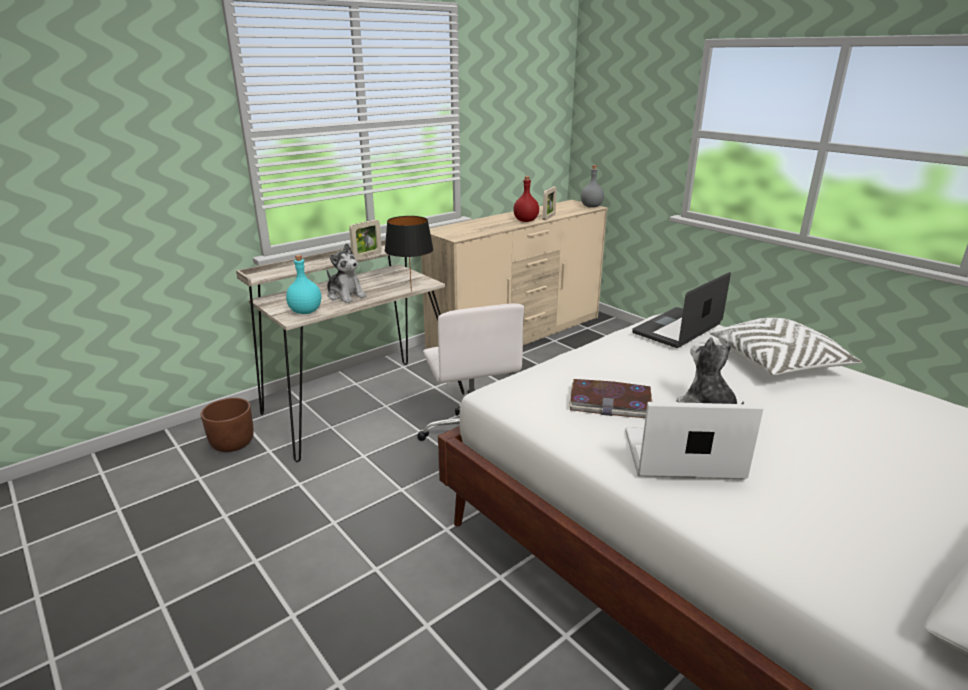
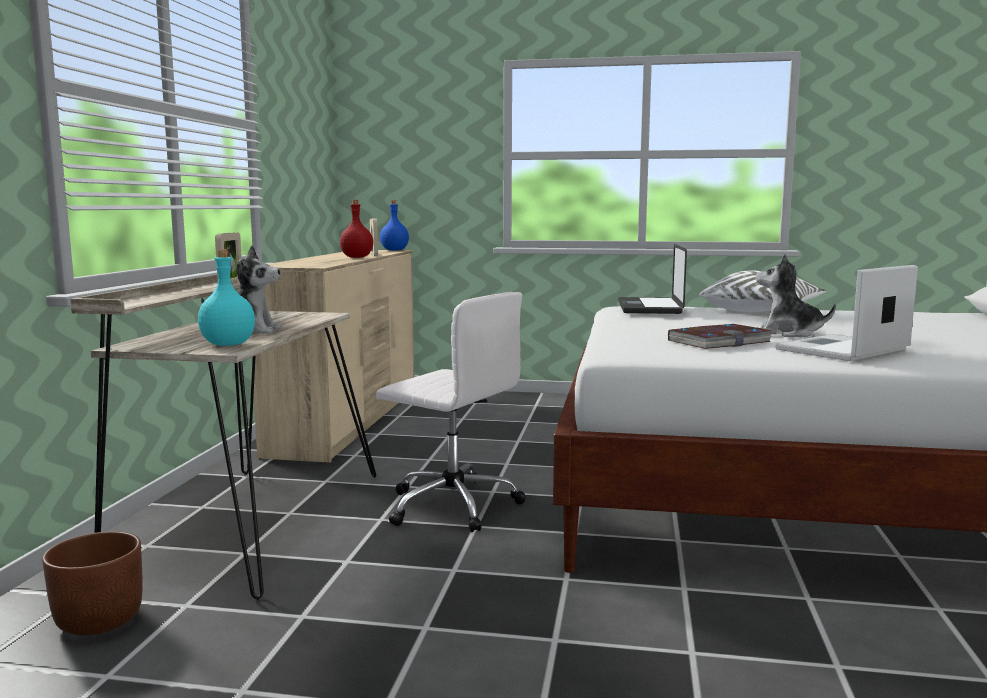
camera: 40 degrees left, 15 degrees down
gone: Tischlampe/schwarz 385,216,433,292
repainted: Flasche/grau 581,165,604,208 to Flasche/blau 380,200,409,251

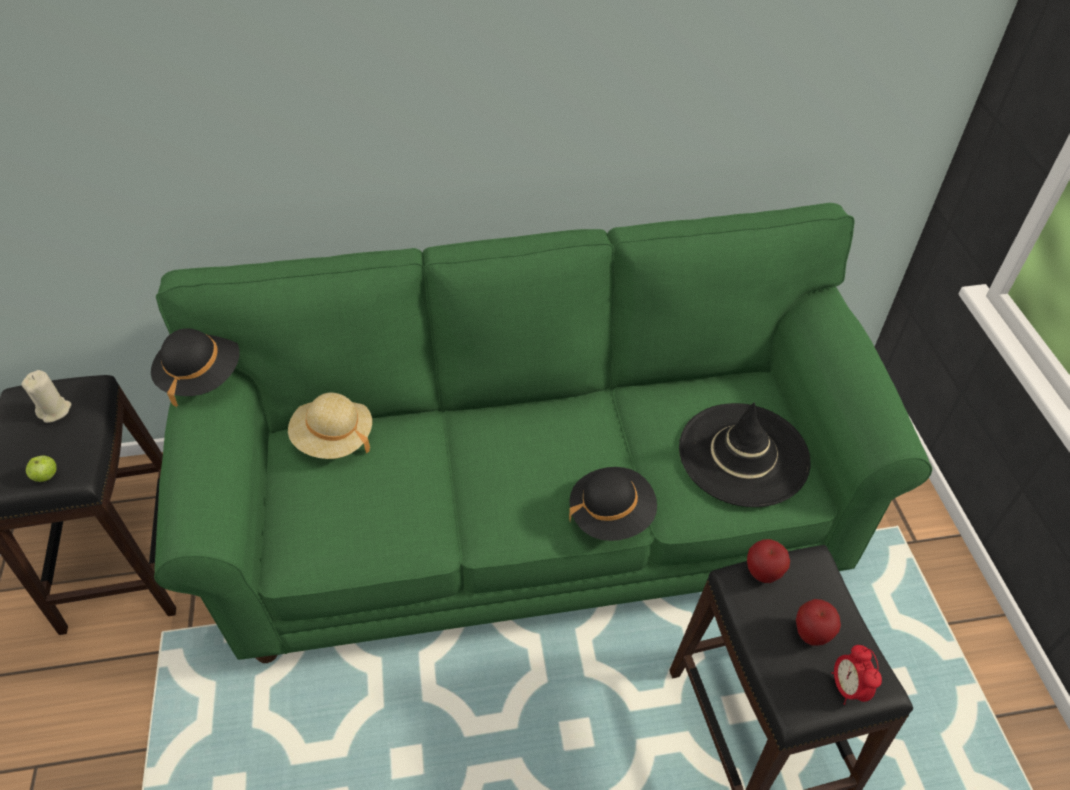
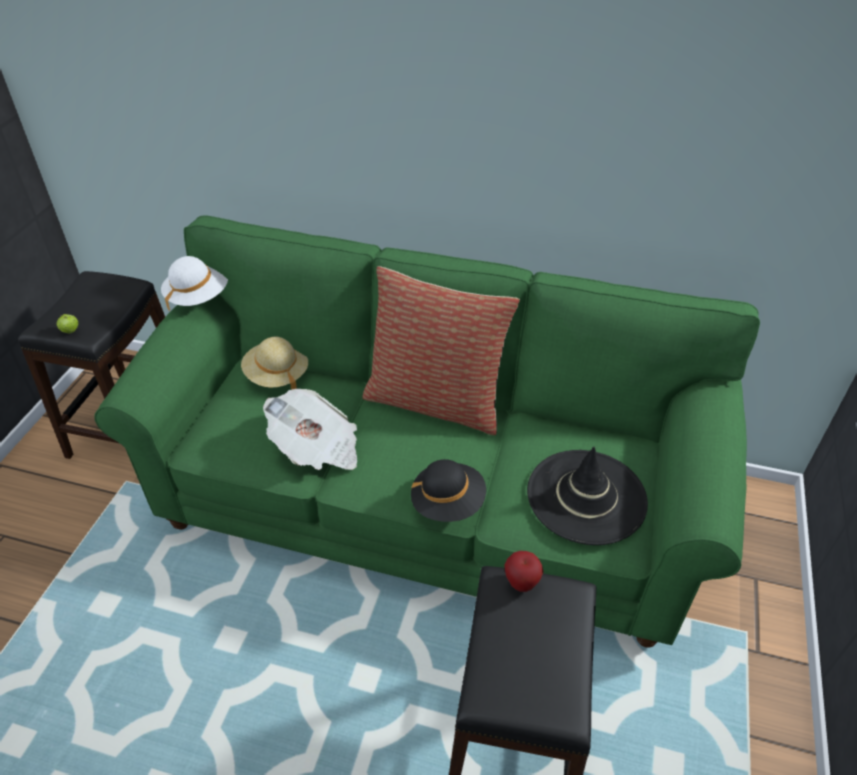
camera: 25 degrees right, 5 degrees down
gone: Kerze/beige 21,370,71,423; Apfel 796,599,841,646; Wecker 831,645,882,705
new: Kissen 363,266,520,435; Zeitung 263,389,357,470
repainted: Hut/schwarz 151,328,240,407 to Hut/weiß 161,256,228,312

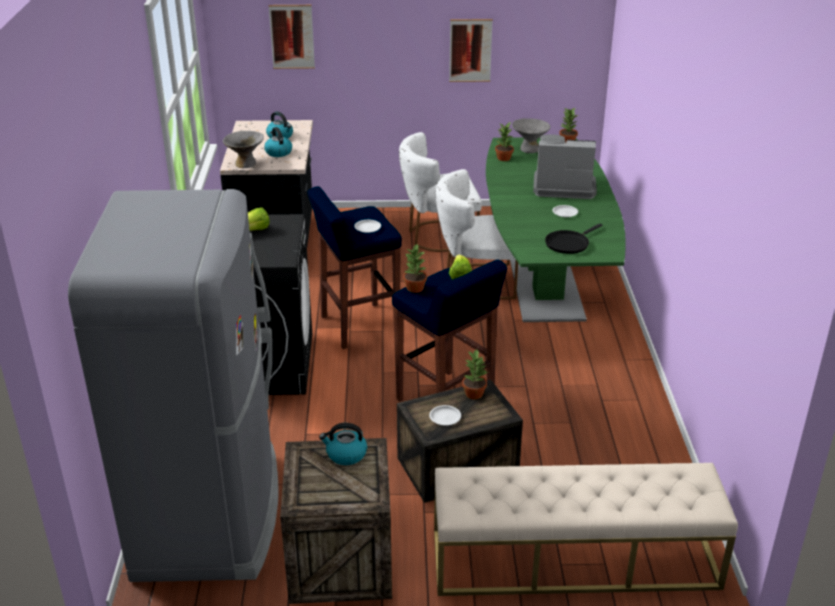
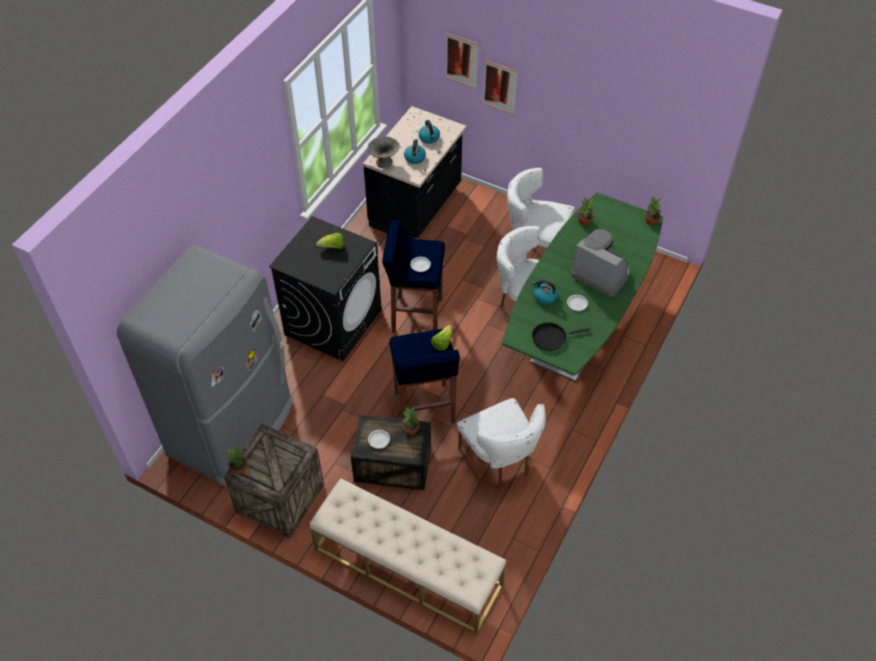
camera: 30 degrees right, 20 degrees up
gone: Schüssel/grau 512,118,551,153
new: Stuhl/weiß 457,398,546,489
shifted: Bild 449,19,493,82 to 483,60,518,115; Topfpflanze 403,244,427,293 to 227,446,248,475; Wasserkessel 319,423,367,465 to 532,280,558,304

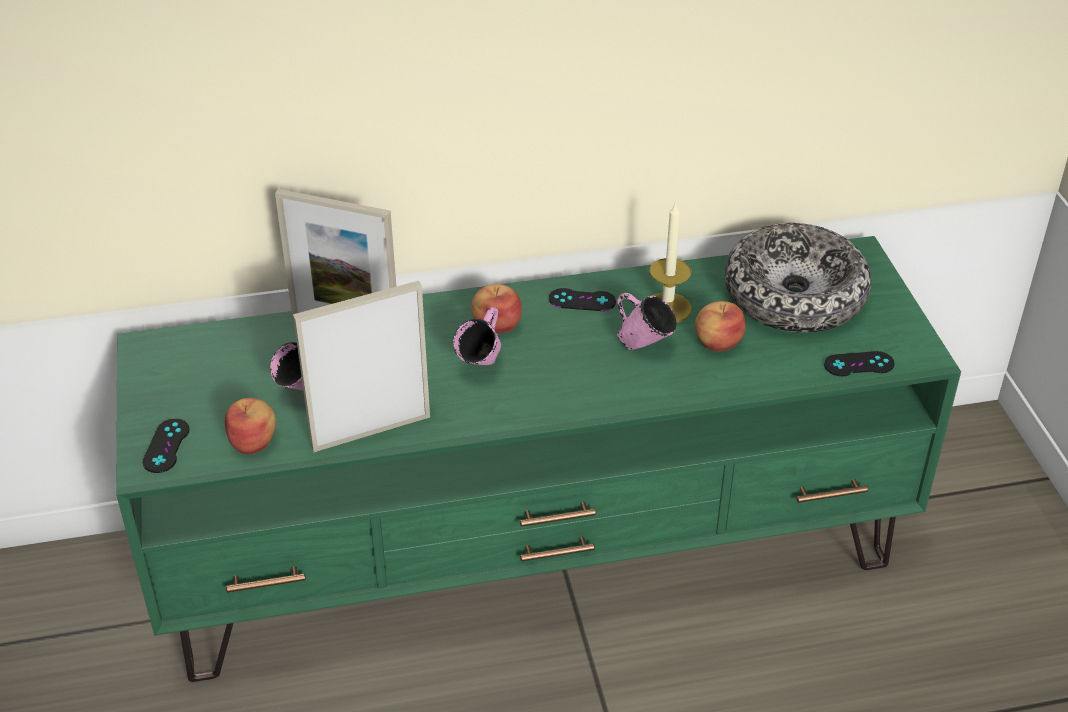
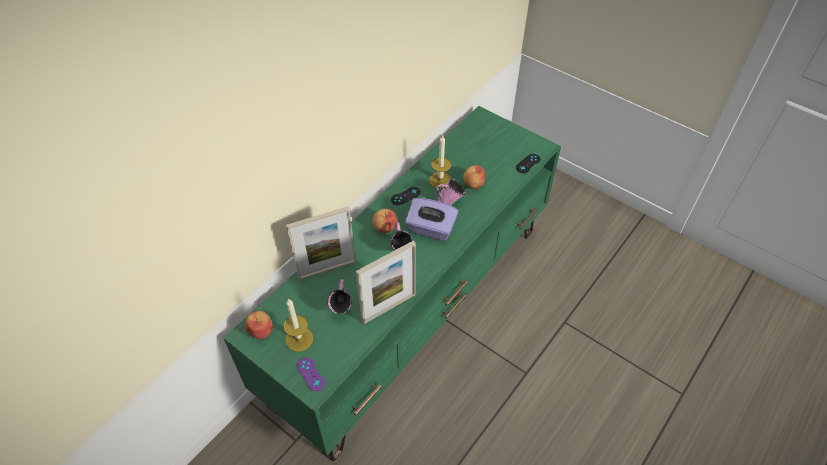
camera: 40 degrees left, 10 degrees up
gone: Schüssel 724,223,871,333
new: Taschentuchbox/lila 405,198,458,241; Kerze 283,298,313,352
shifted: Apfel 225,398,276,455 to 245,311,273,339
repainted: Gamepad/schwarz 142,419,190,473 to Gamepad/lila 297,357,325,391
rotated: Bilderrahmen 293,281,430,452 = 356,240,416,324 150 degrees counterclockwise

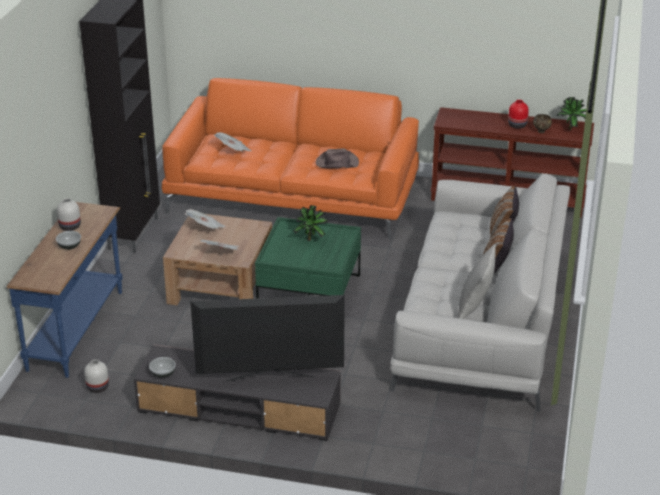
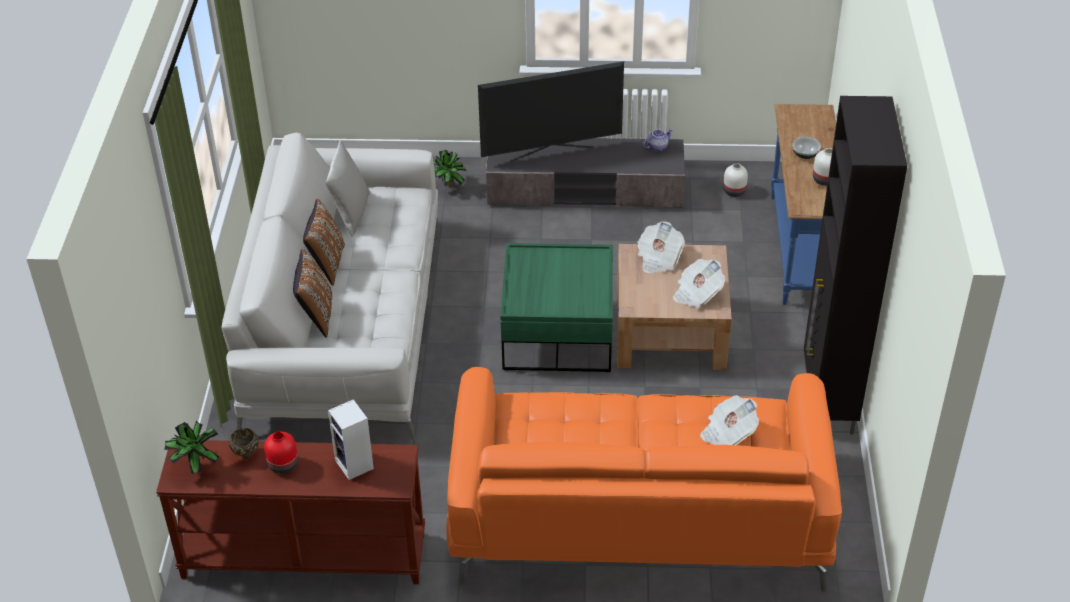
camera: 170 degrees right, 10 degrees up
gone: Hut/braun 316,148,359,169
new: Lautsprecher 328,399,374,480
shifted: Topfpflanze 293,205,328,241 to 434,150,466,188
swapped: Schüssel 149,357,176,378 to Teekanne 643,128,673,151

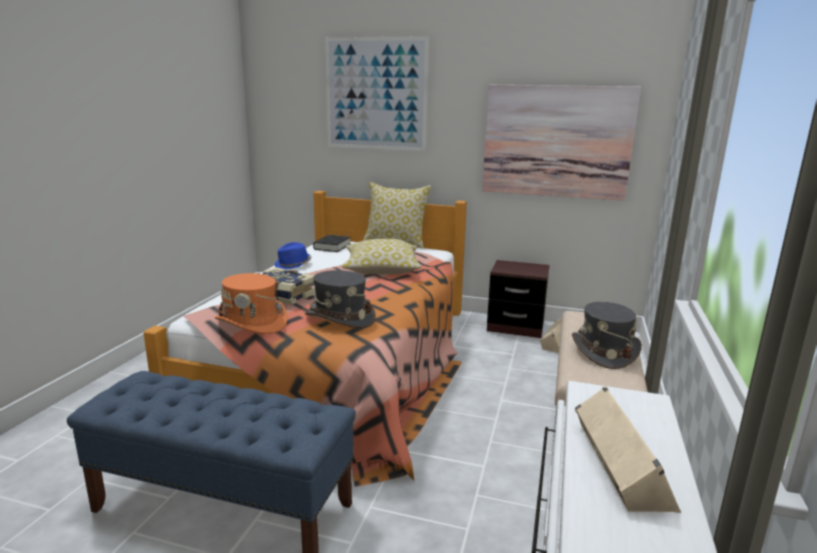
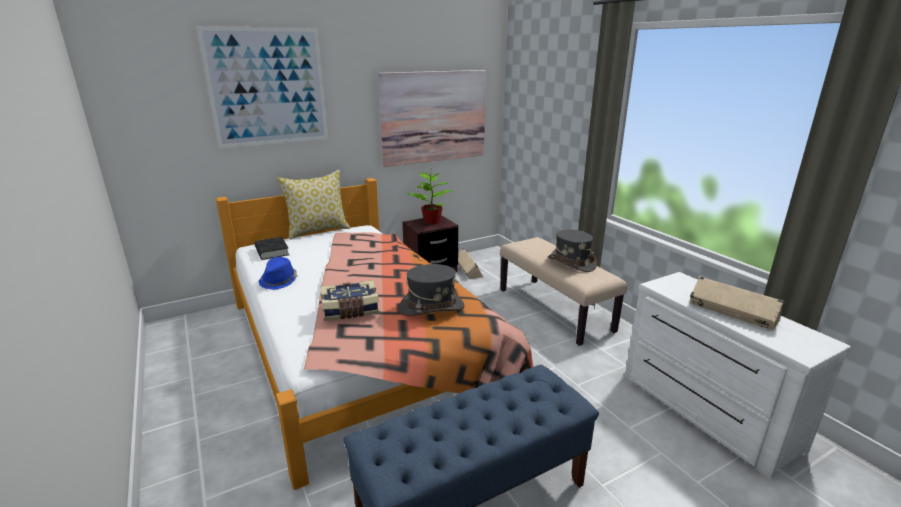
camera: 45 degrees left, 5 degrees up
gone: Kissen 342,239,421,274; Hut/orange 215,273,288,334
new: Topfpflanze 408,172,453,225

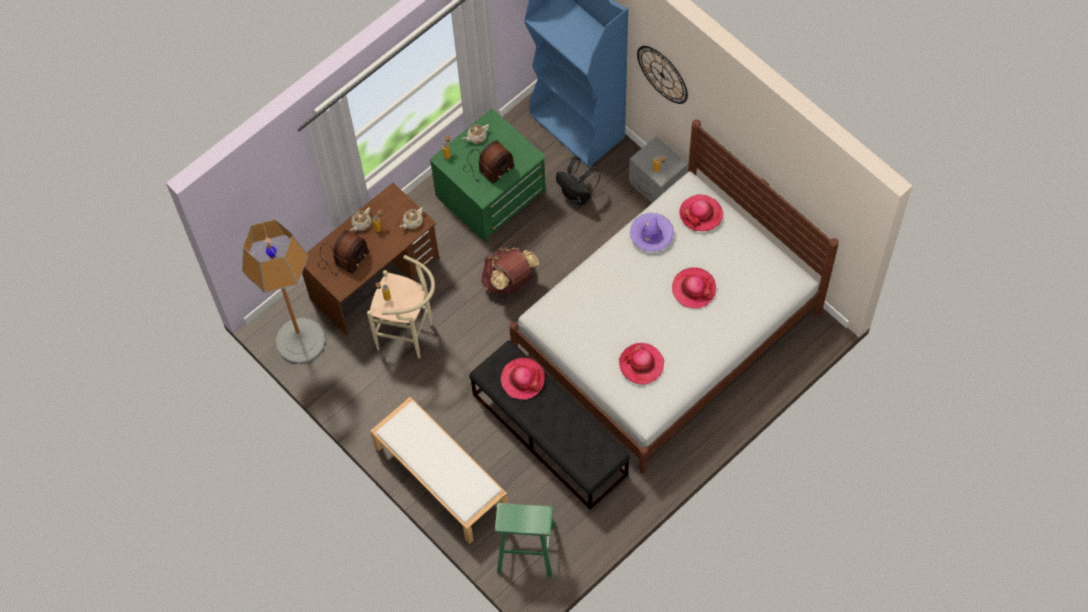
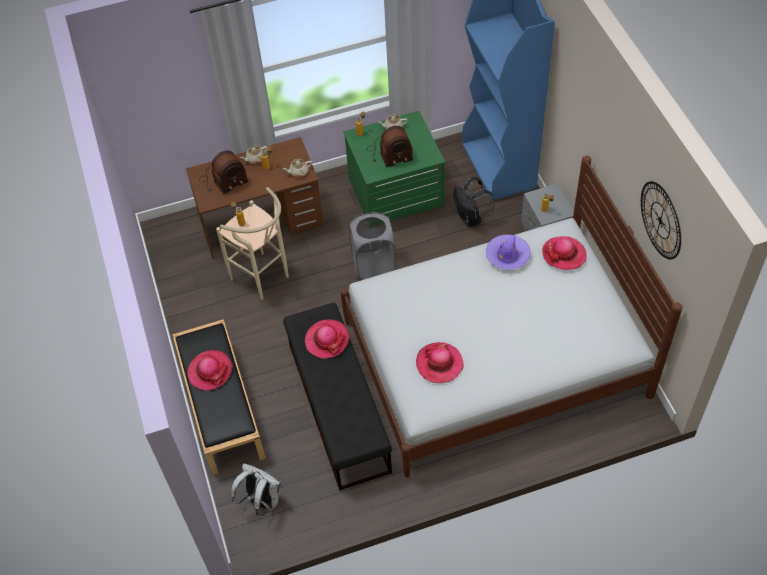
camera: 25 degrees right, 10 degrees down
gone: Stehlampe 242,219,325,364
shifted: Wanduhr 637,46,688,104 to 641,181,681,260; Hut 672,267,716,308 to 188,350,233,391
swapped: Rucksack/braun 481,247,539,294 to Wäschekorb/grau 349,212,396,280; Hocker/grün 495,503,556,577 to Rucksack/weiß 231,463,283,516
repainted: Bank/weiß 370,397,508,544 to Bank/schwarz 172,319,266,475

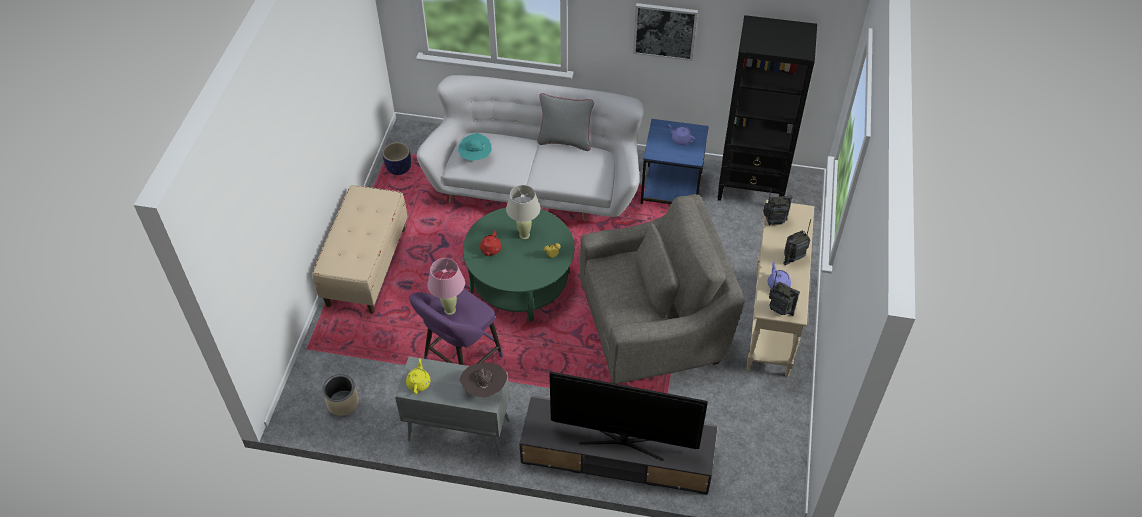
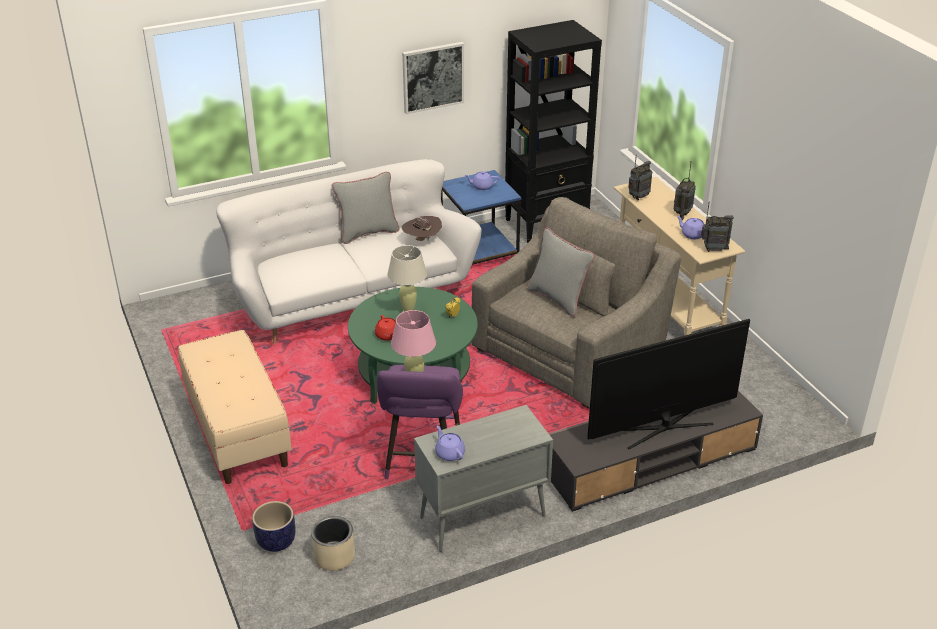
camera: 35 degrees left, 15 degrees down
gone: Hut/türkis 458,133,492,161
new: Kissen/grau 527,228,594,317
shifted: Pflanzkübel 382,142,411,175 to 252,501,295,552; Hut/braun 460,363,507,397 to 402,216,442,241
repainted: Teekanne/gelb 406,358,430,394 to Teekanne/lila 435,426,465,461

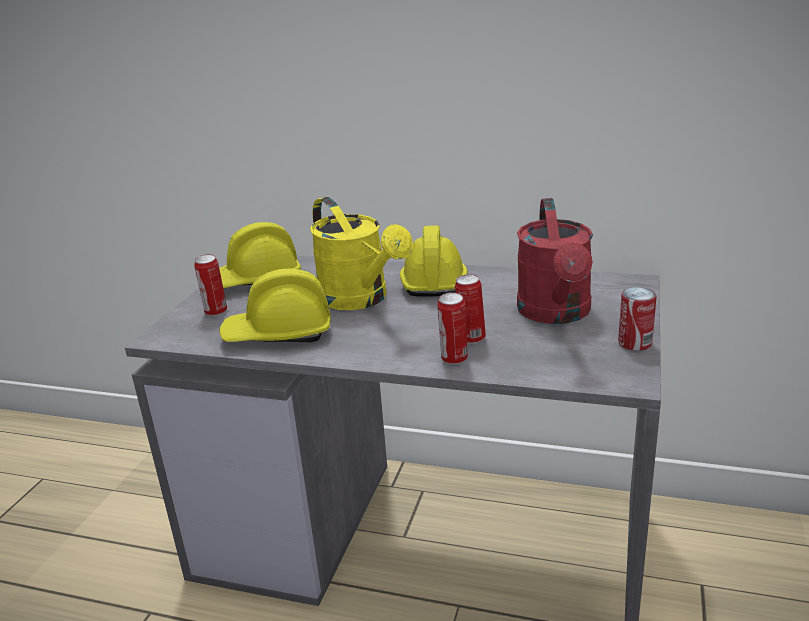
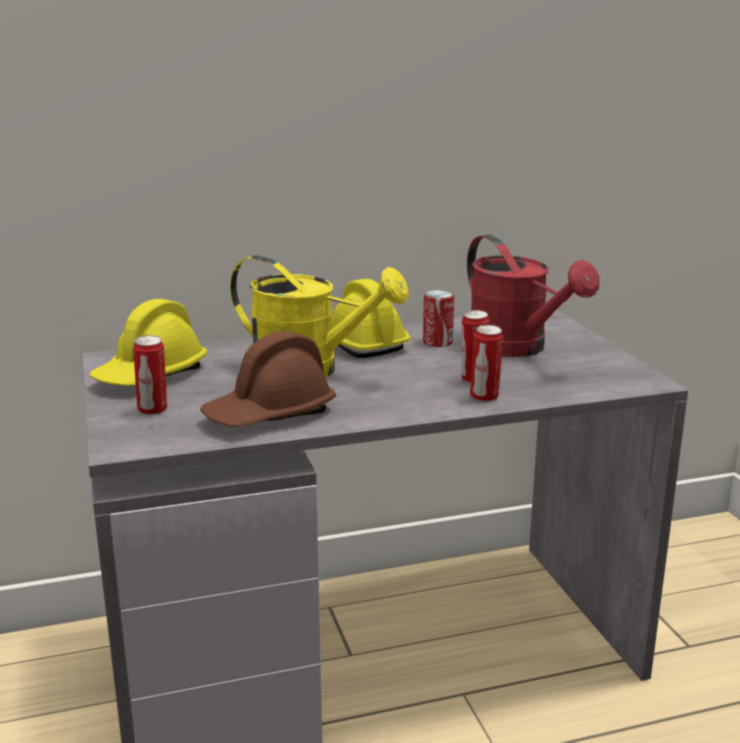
camera: 35 degrees left, 5 degrees down
shifted: Dose 618,287,657,351 to 423,290,454,347
repainted: Schutzhelm/gelb 219,269,331,342 to Schutzhelm/braun 200,331,336,427

